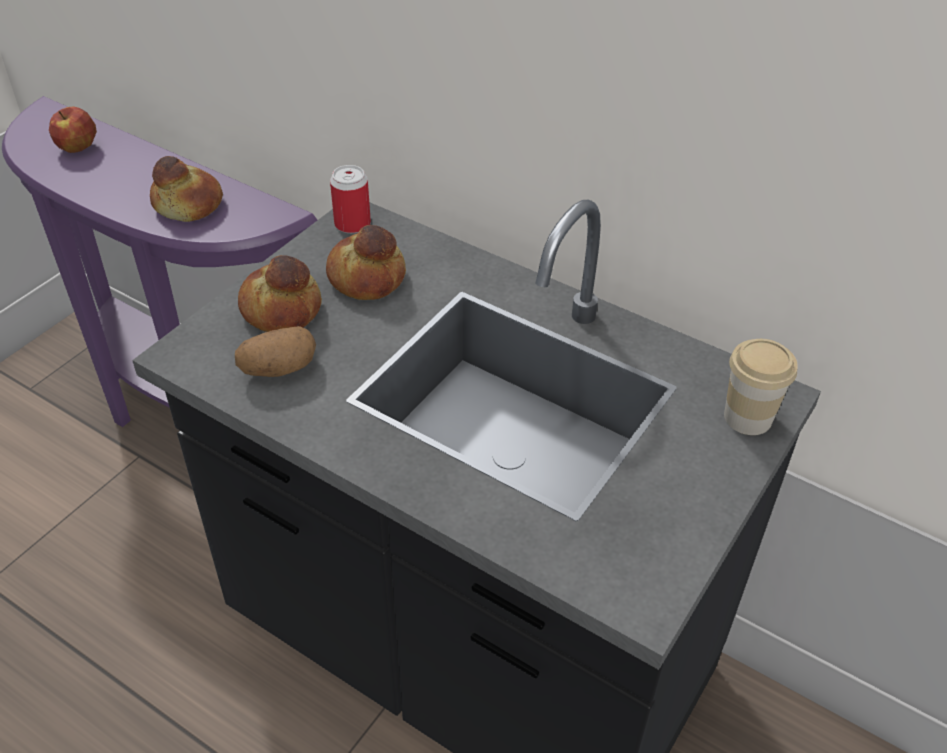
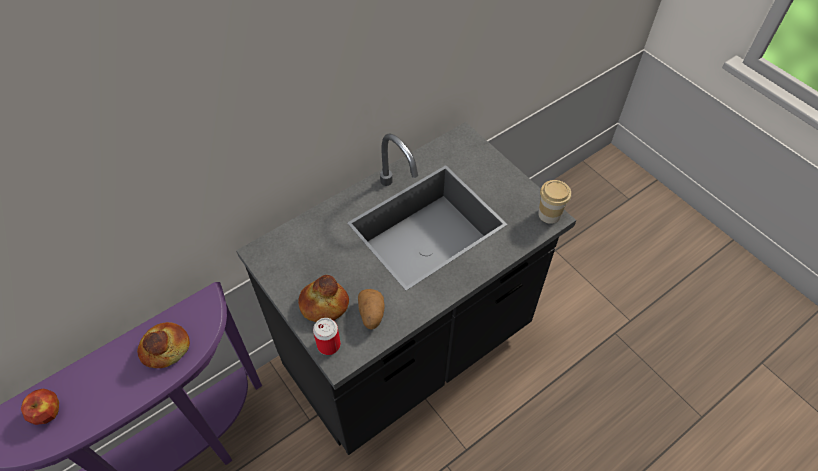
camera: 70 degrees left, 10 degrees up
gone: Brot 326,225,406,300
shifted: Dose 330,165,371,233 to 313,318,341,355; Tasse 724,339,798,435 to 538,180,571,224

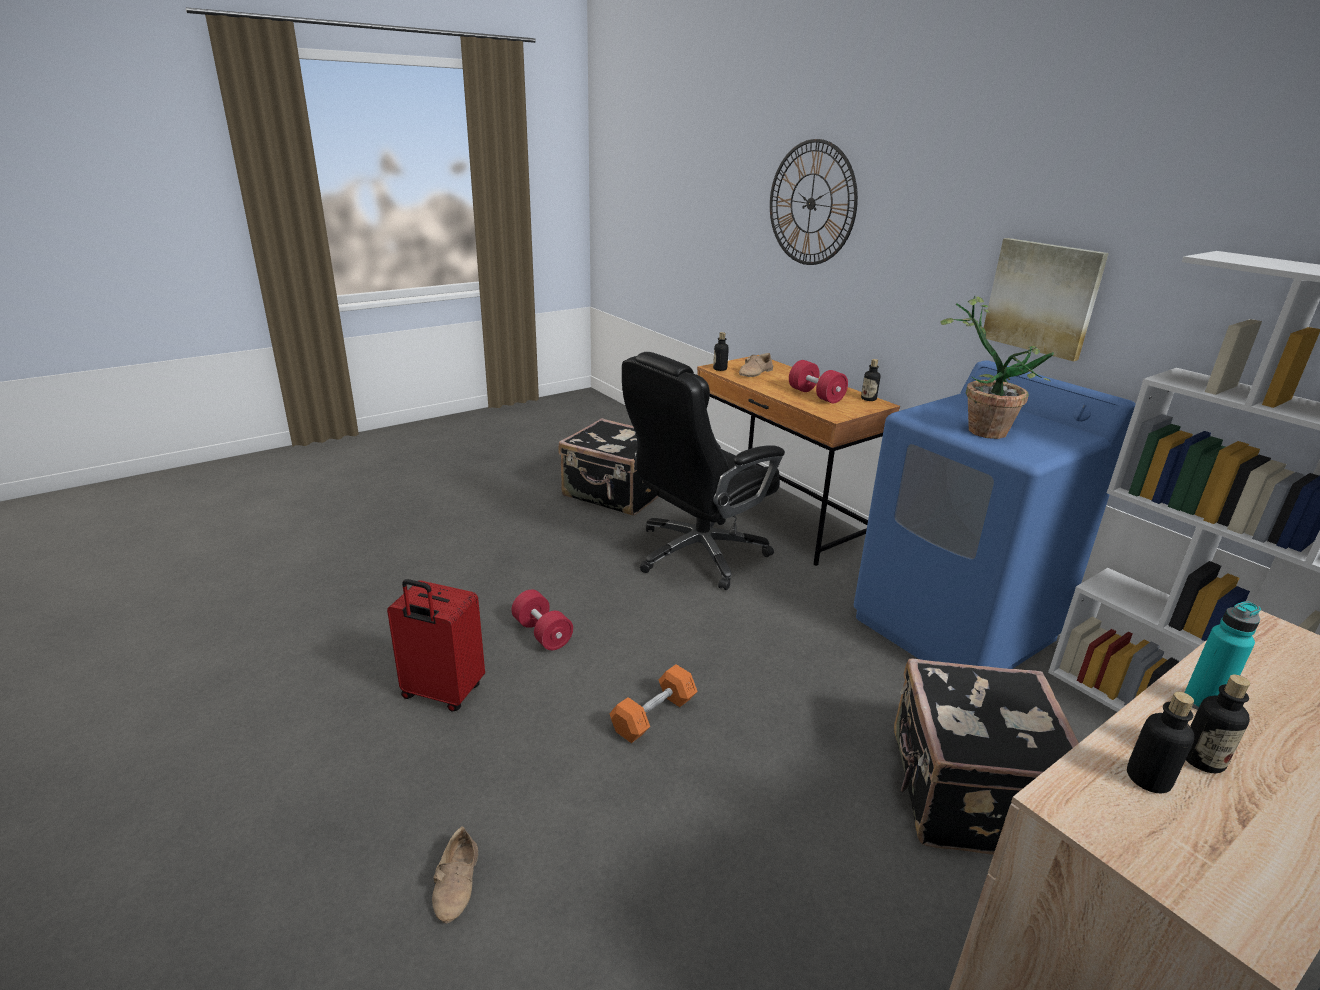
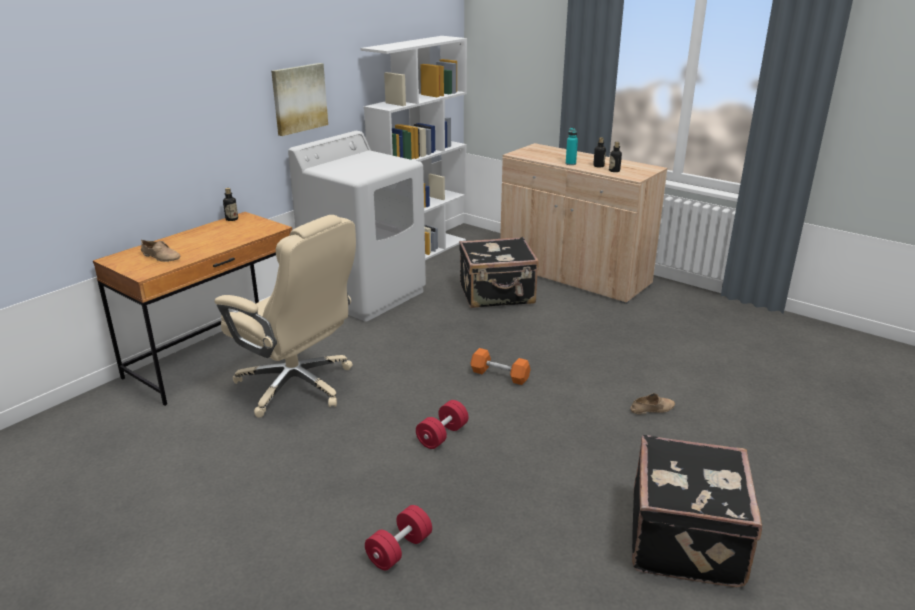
camera: 105 degrees left, 0 degrees up
gone: Wanduhr 770,139,858,265; Topfpflanze 941,296,1054,439; Flasche 713,332,729,371; Koffer/rot 387,579,485,712
shifted: Hantel/rot 789,360,848,403 to 365,505,432,570; Koffer/schwarz 559,418,659,516 to 632,435,763,587
repainted: Bürostuhl/schwarz 622,352,785,590 to Bürostuhl/beige 214,215,356,418; Waschmaschine/blau 854,360,1136,669 to Waschmaschine/weiß 288,131,426,322

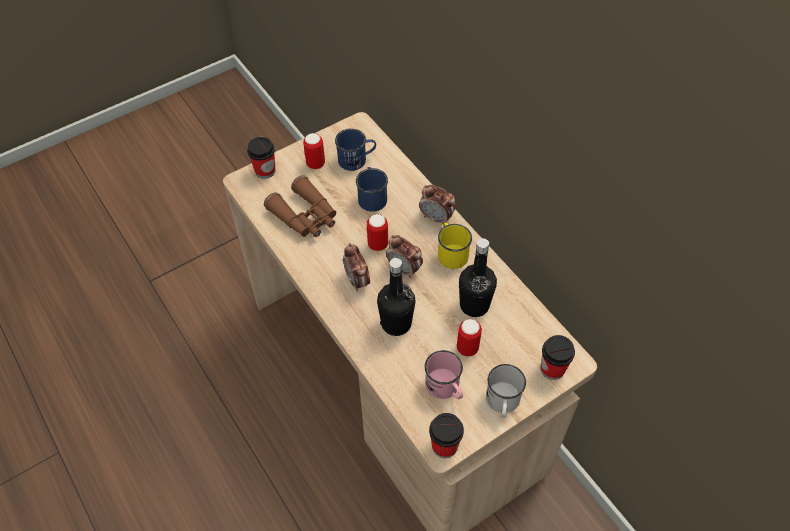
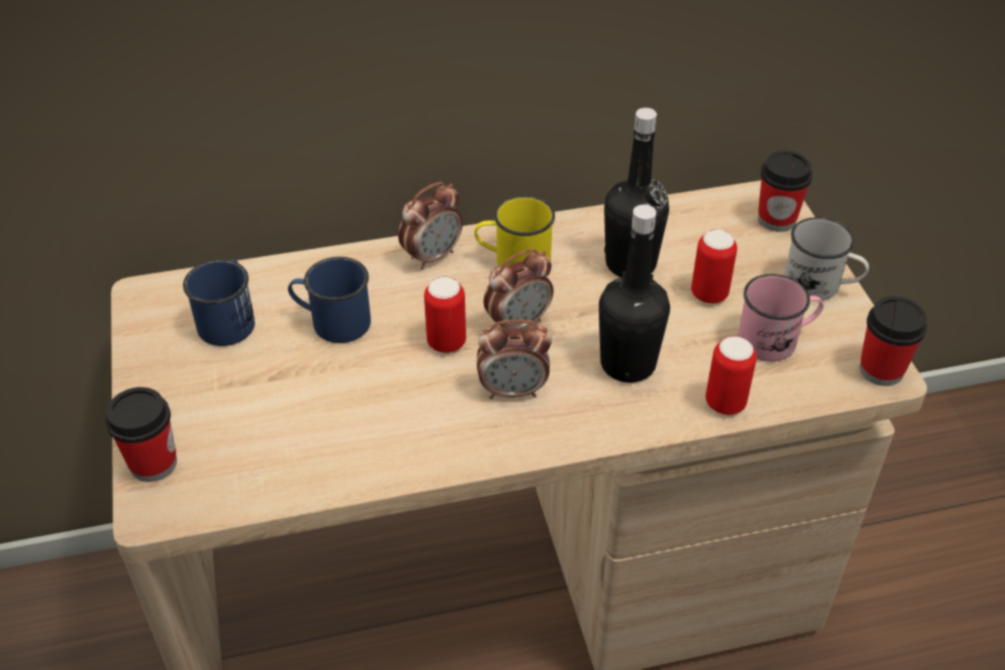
camera: 70 degrees left, 10 degrees down
gone: Fernglas/braun 264,175,336,237
shifted: Dose 303,133,325,169 to 706,336,757,415

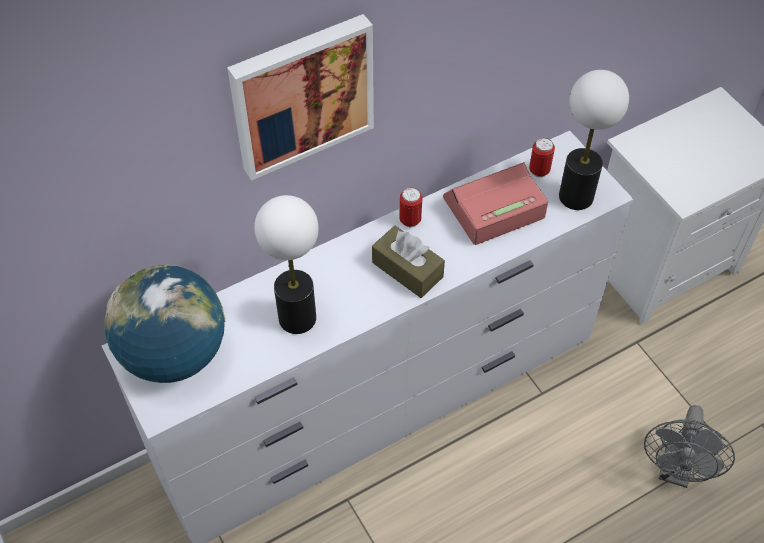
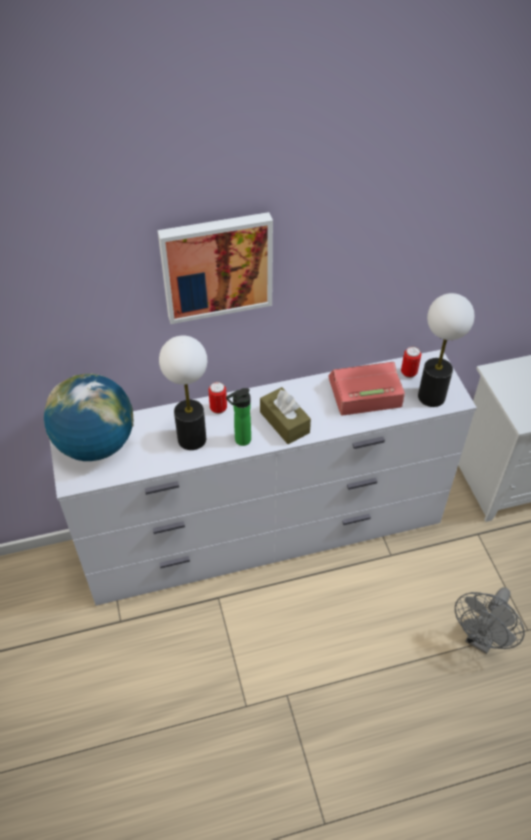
camera: 15 degrees right, 5 degrees down
new: Flasche 226,388,251,446
shifted: Dose 399,187,423,228 to 208,382,227,414

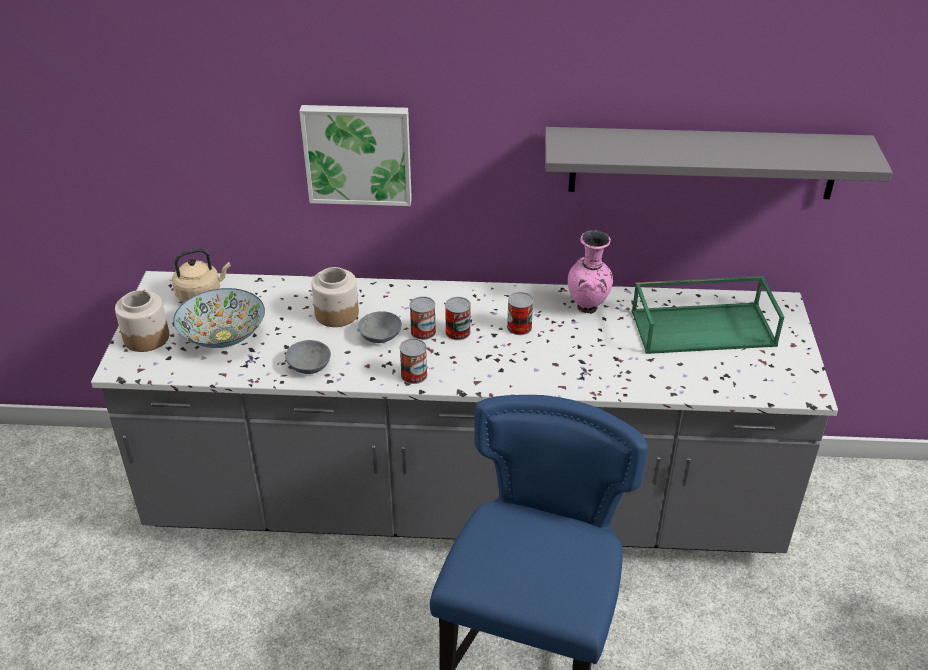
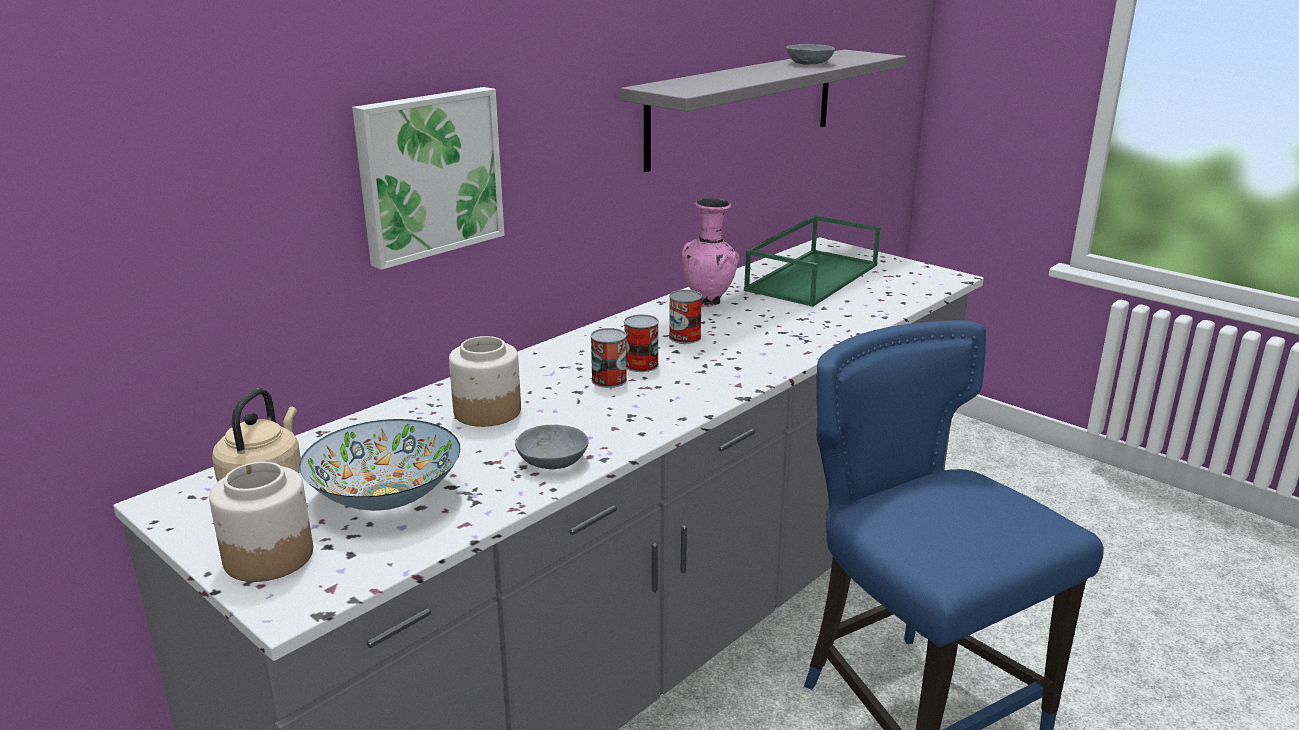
camera: 50 degrees left, 15 degrees down
gone: Dose 399,338,427,384
shifted: Schüssel/grau 358,311,402,343 to 786,44,835,64

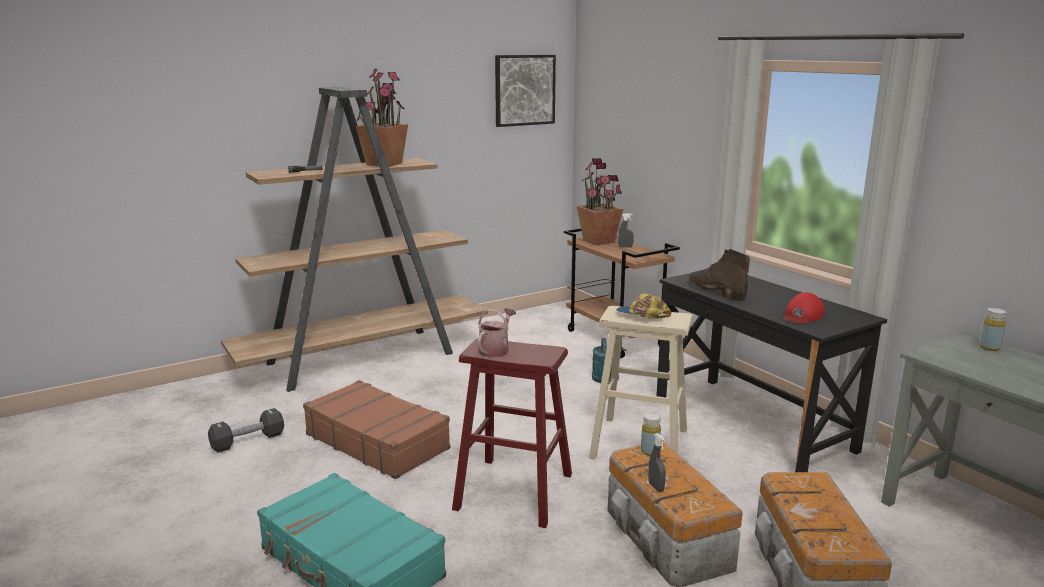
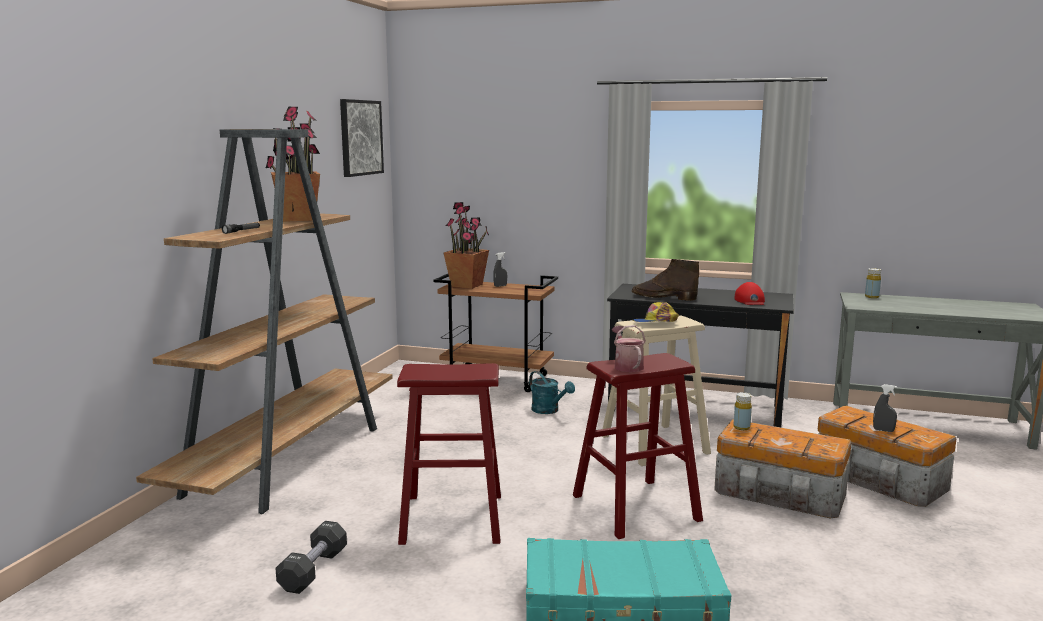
camera: 40 degrees left, 5 degrees down
shifted: Sprühflasche/grau 648,433,666,492 to 873,384,897,432
swapped: Koffer/braun 303,380,450,479 to Hocker/rot 397,363,501,545

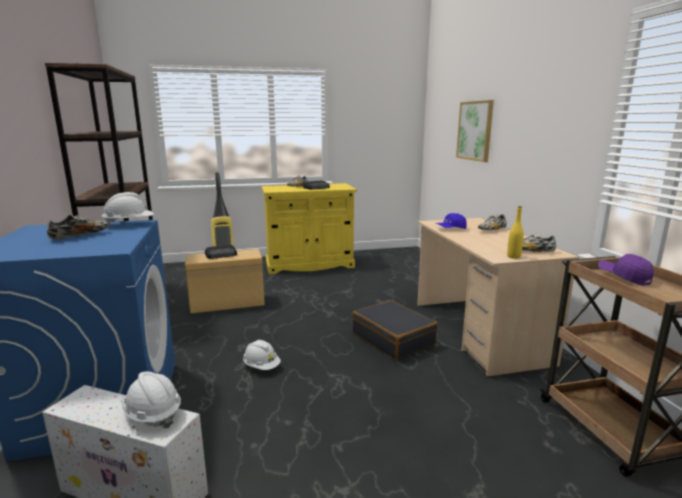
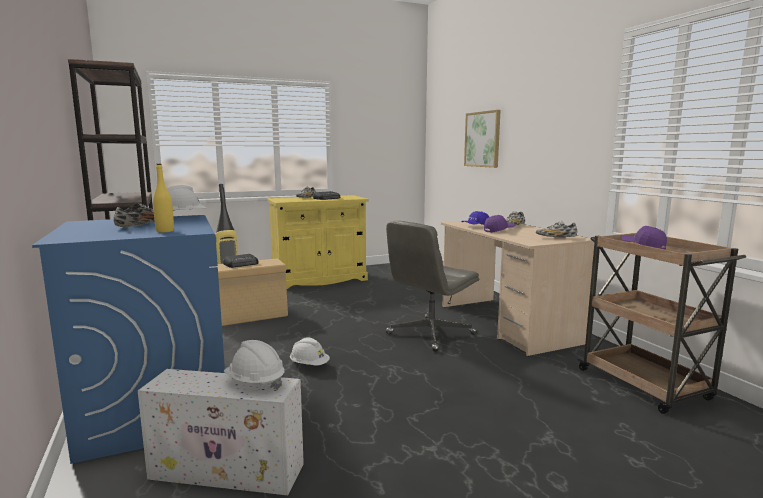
camera: 10 degrees left, 5 degrees down
new: Kappe/lila 484,215,515,233
shifted: Flasche/gelb 507,206,524,259 to 153,164,174,232
swapped: Koffer/schwarz 352,300,438,360 to Bürostuhl/grau 386,221,479,352

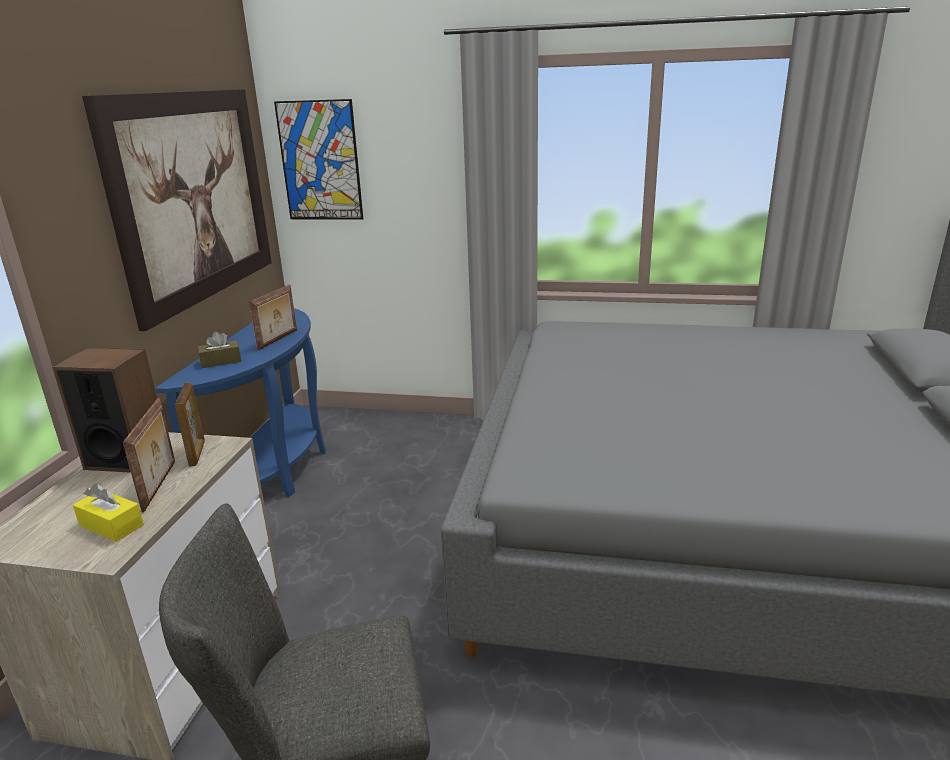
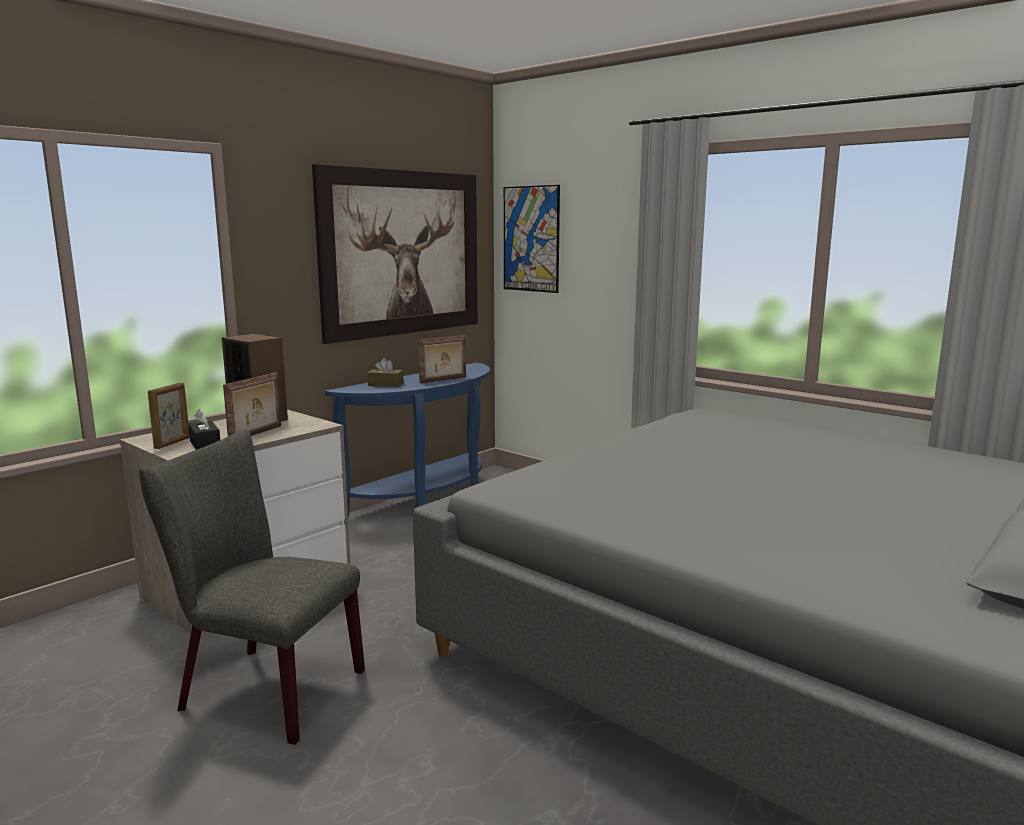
camera: 30 degrees right, 10 degrees down
shifted: Bilderrahmen 175,382,205,467 to 148,383,190,449
repainted: Taschentuchbox/gelb 73,483,144,542 to Taschentuchbox/schwarz 188,409,220,450

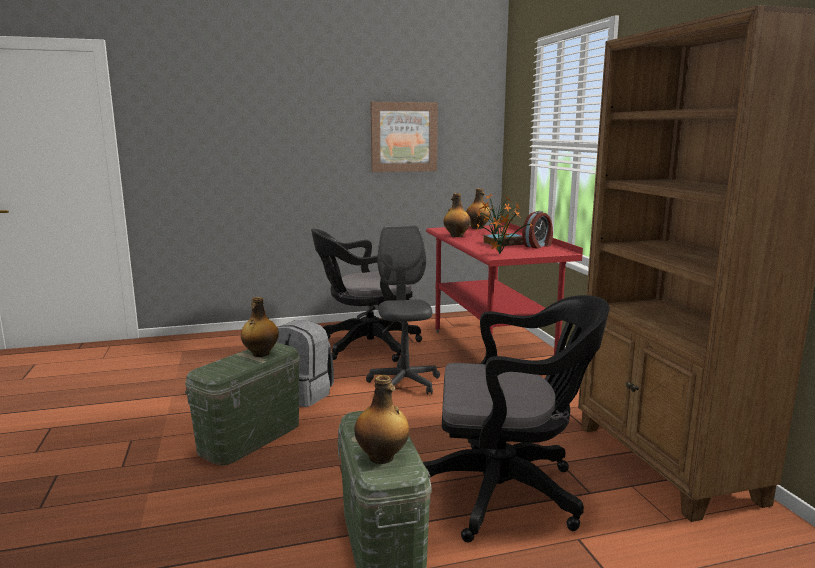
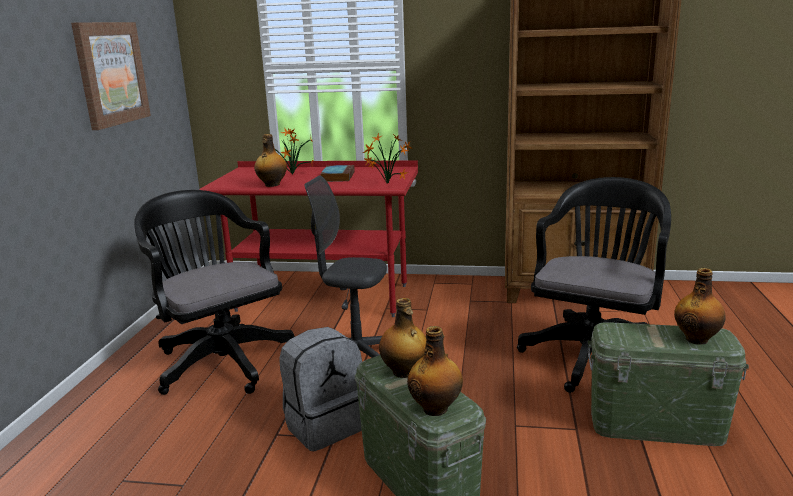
camera: 65 degrees left, 5 degrees up
gone: Wecker 522,211,553,249
shifted: Flasche 466,188,491,229 to 407,326,463,416
rotated: Bürostuhl/schwarz 311,229,422,362 = 134,190,295,395 135 degrees clockwise

